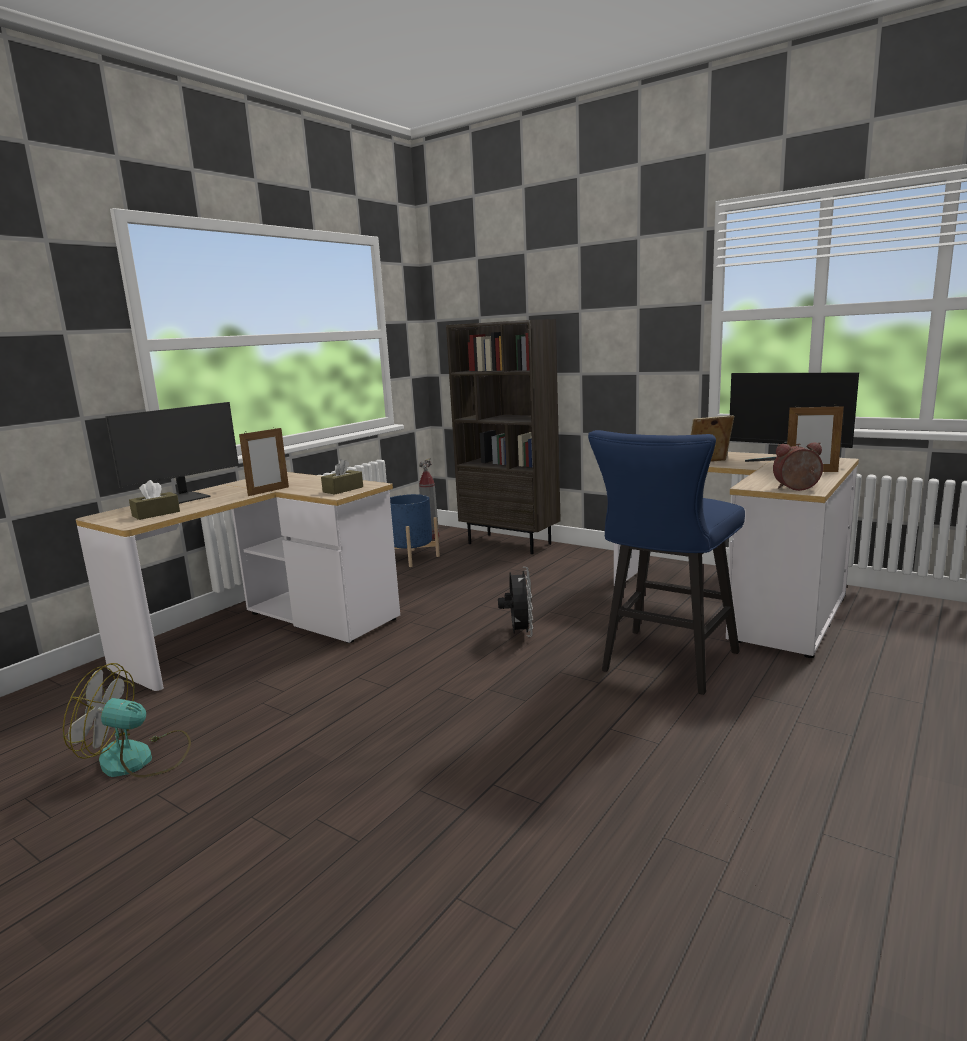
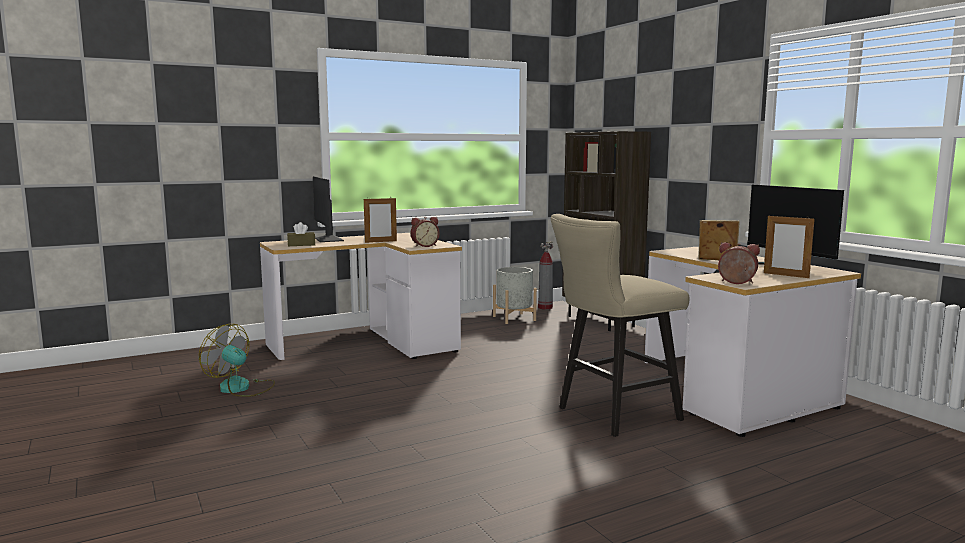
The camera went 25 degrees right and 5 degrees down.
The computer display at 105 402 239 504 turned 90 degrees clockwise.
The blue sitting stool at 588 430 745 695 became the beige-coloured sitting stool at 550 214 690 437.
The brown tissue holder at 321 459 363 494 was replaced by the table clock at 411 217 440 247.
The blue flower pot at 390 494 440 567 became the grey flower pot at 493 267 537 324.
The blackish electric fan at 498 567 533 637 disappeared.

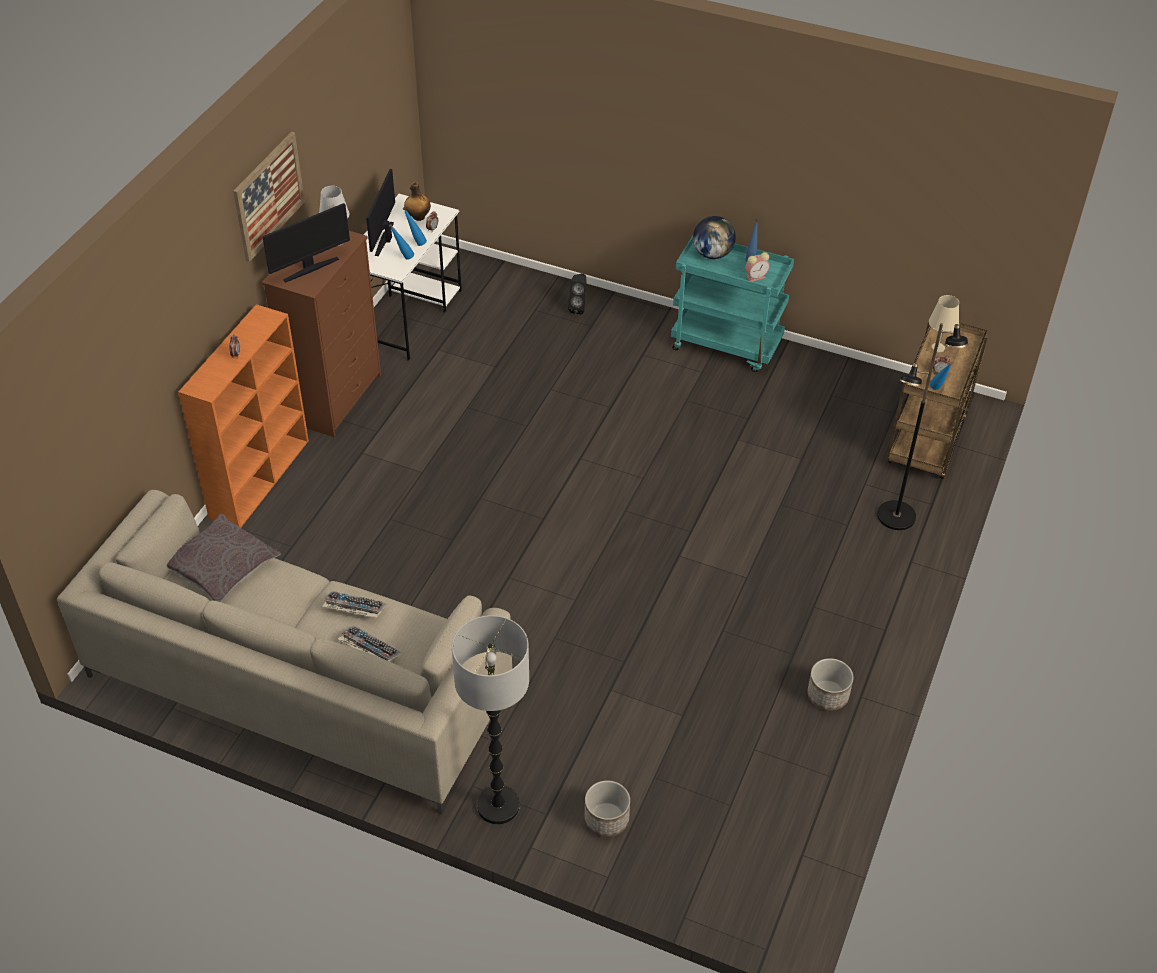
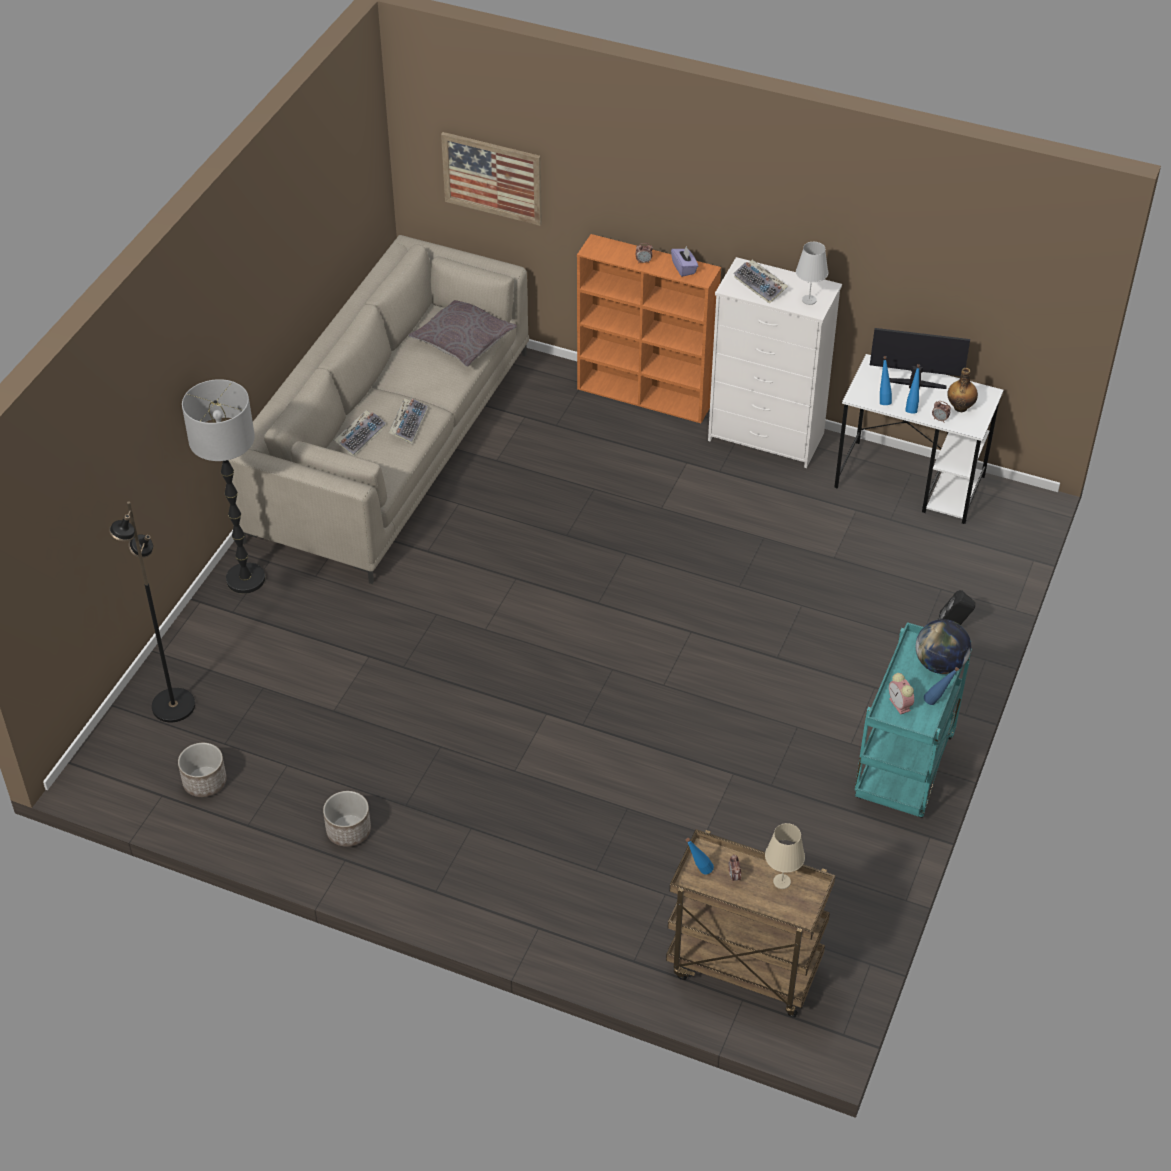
The camera went 90 degrees right and 0 degrees up.
The picture moved from 233 132 305 262 to 441 132 542 226.
The computer display at 263 203 350 282 was replaced by the computer keyboard at 733 260 788 304.
The brown drawer chest at 262 231 381 437 became the white drawer chest at 708 257 842 468.
The blackish standard lamp moved from 877 323 968 530 to 109 501 195 722.
The flower pot moved from 585 780 630 837 to 178 743 227 797.
The purple-coloured tissue holder at 671 246 698 277 appeared.

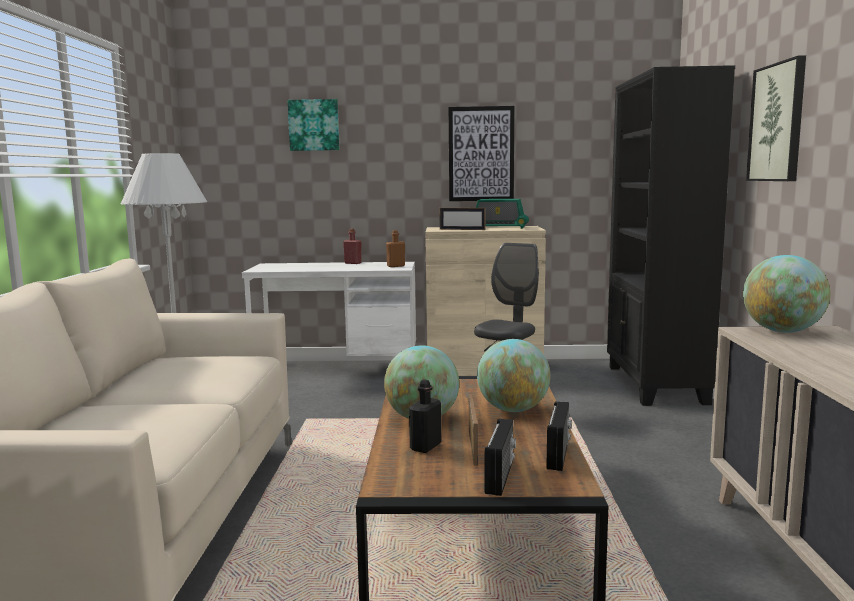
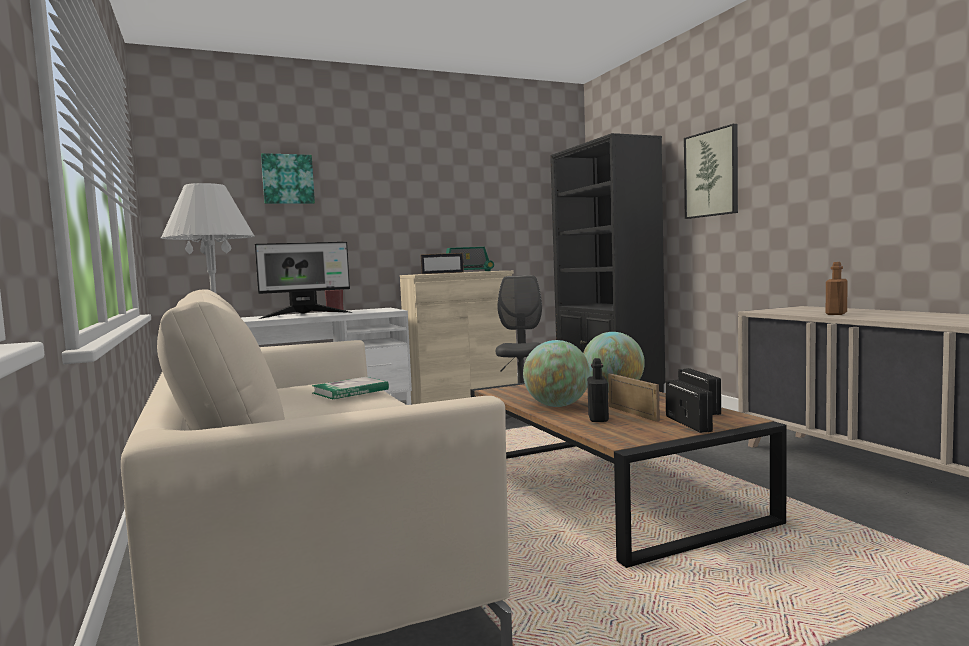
The camera went 25 degrees left and 5 degrees down.
The picture at 448 106 514 201 disappeared.
The brown drink bottle moved from 386 230 405 267 to 826 262 848 315.
The desk globe at 743 255 830 333 disappeared.
The computer display at 255 242 353 319 appeared.
The bound book at 312 377 389 400 appeared.

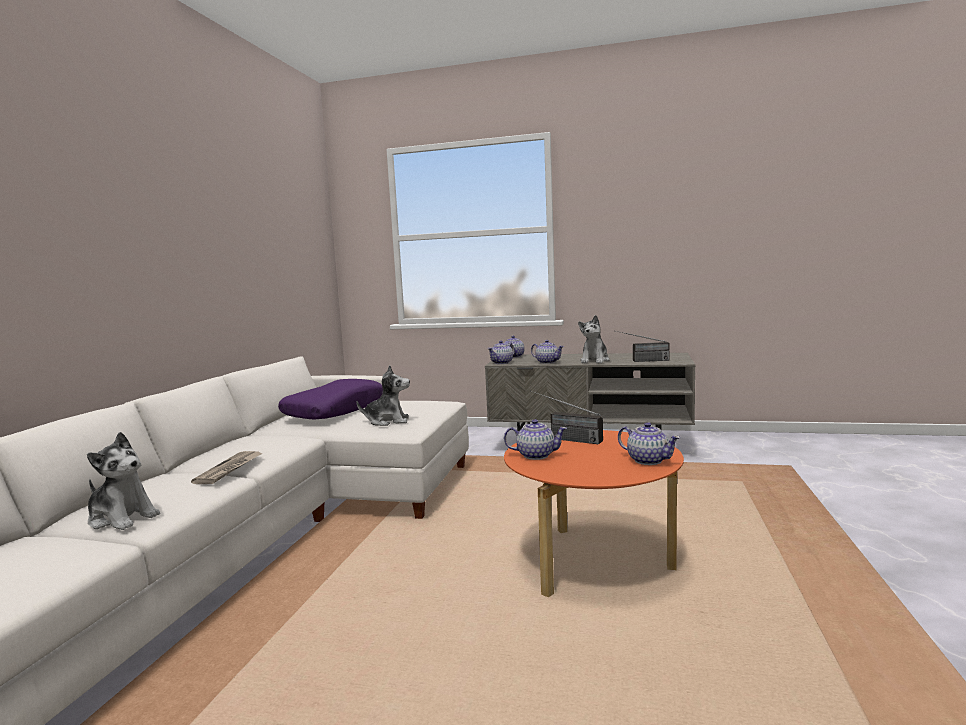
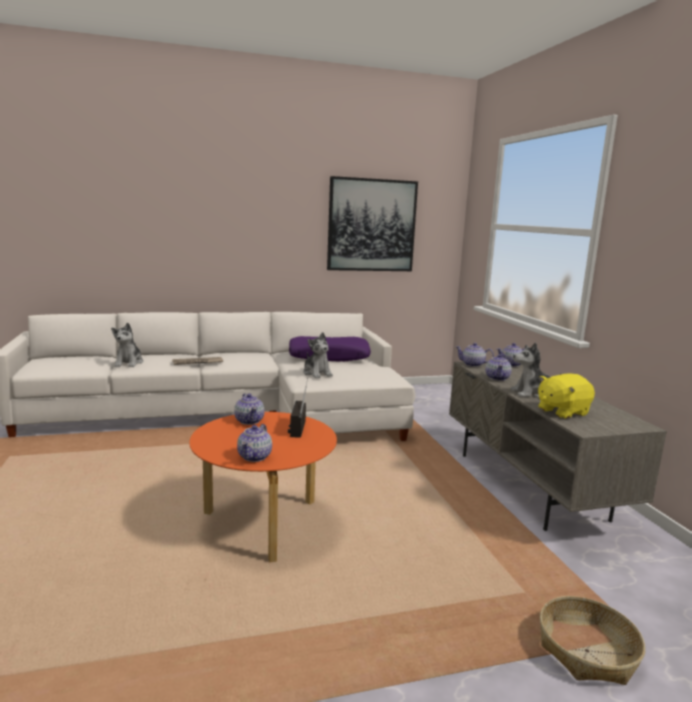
The camera went 60 degrees right and 5 degrees up.
The radio receiver at 616 331 670 362 was replaced by the yellowish plush toy at 538 373 595 419.
The picture at 327 176 418 271 appeared.
The basket at 540 596 645 685 appeared.

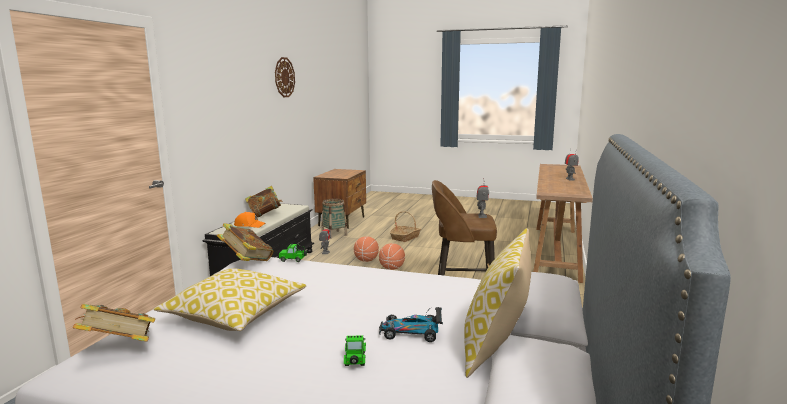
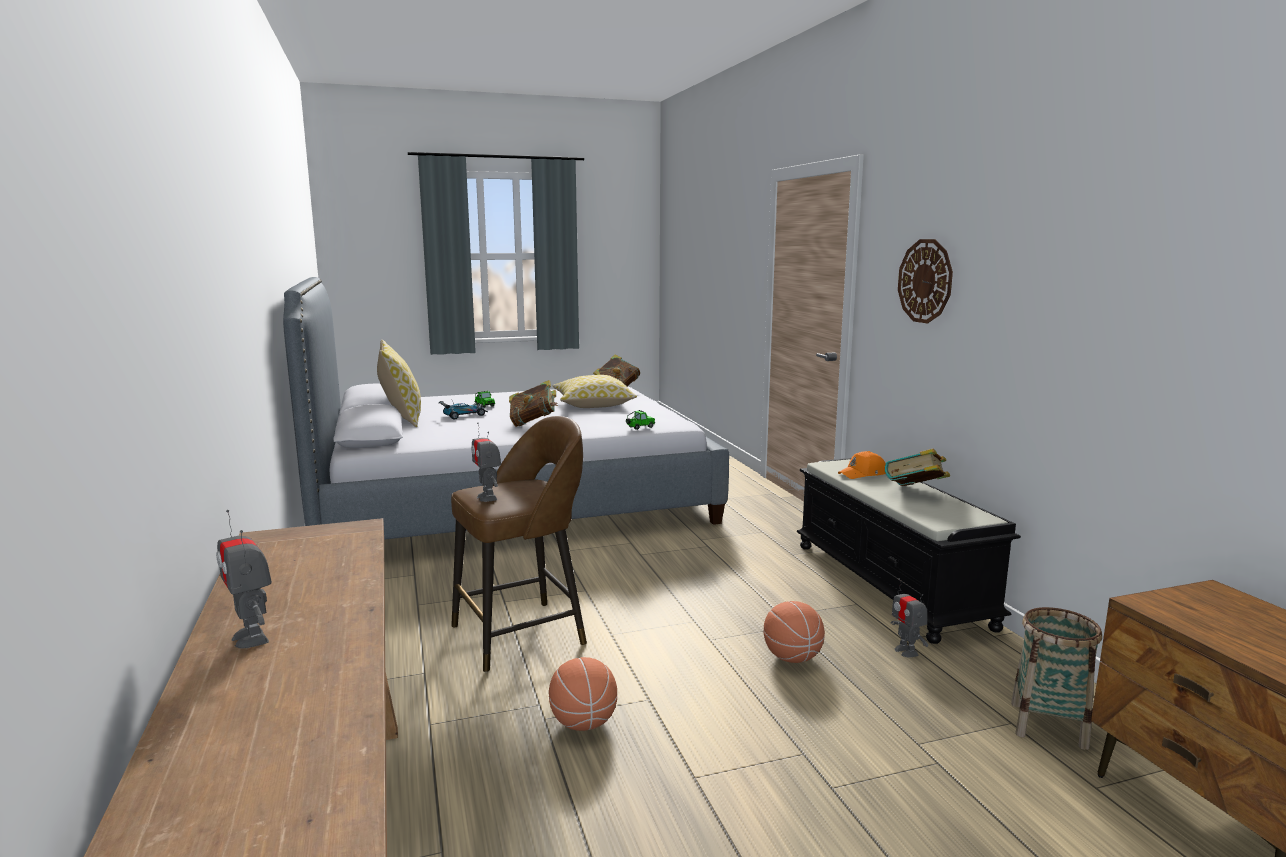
The camera went 145 degrees right and 0 degrees up.
The clock on the wall moved from 275 57 295 97 to 898 239 953 323.
The basket at 389 211 421 242 disappeared.
The bound book moved from 217 223 273 261 to 509 380 558 427.
The basketball ball moved from 379 243 405 270 to 549 657 617 731.

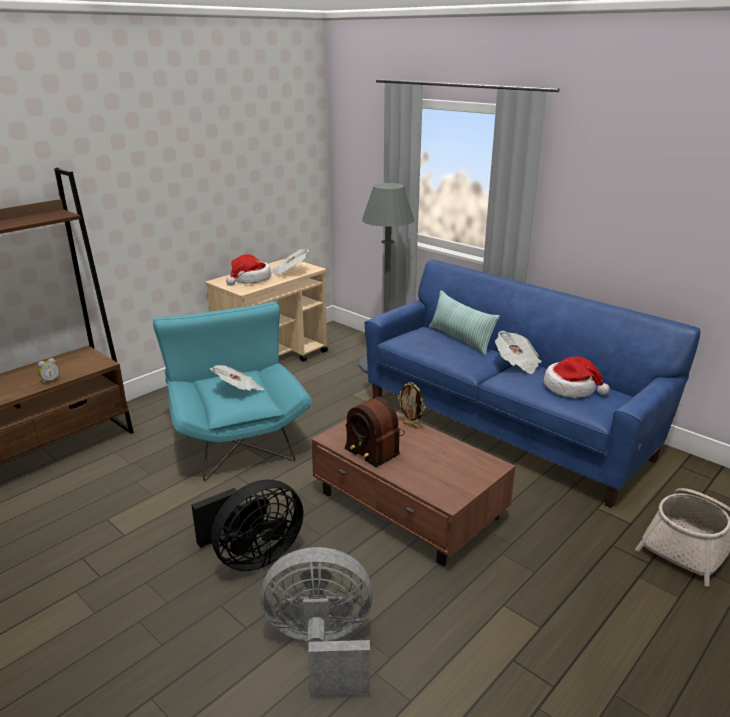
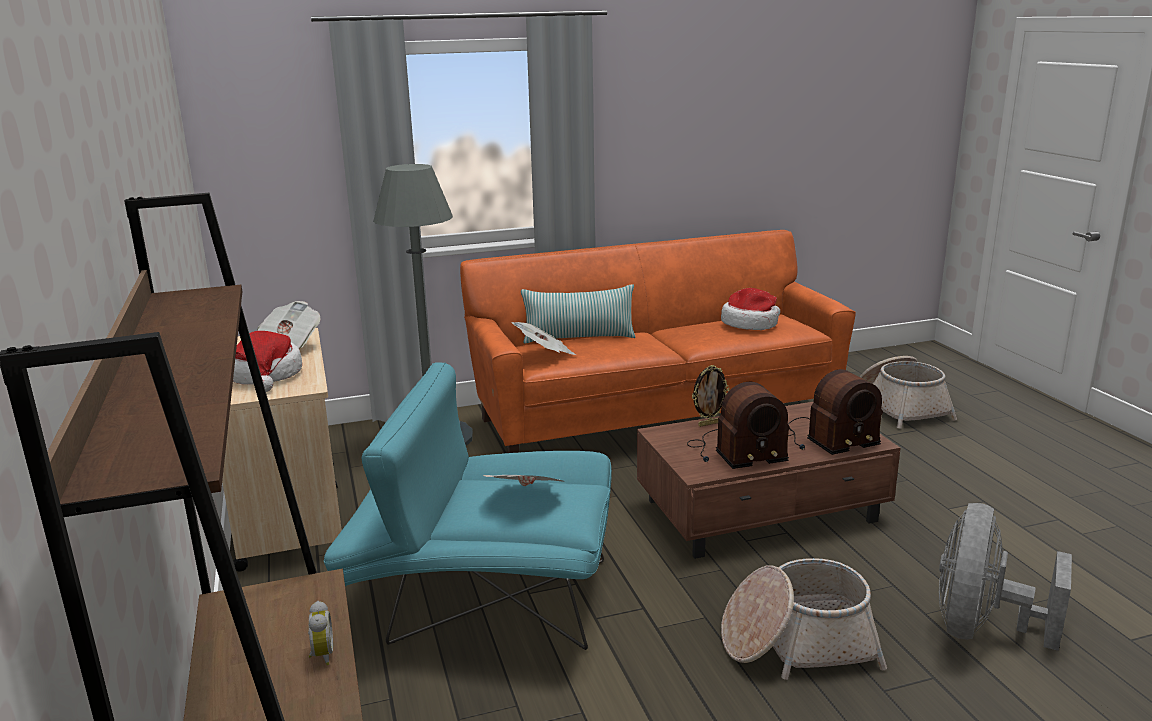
The camera went 60 degrees left and 5 degrees down.
The blue settee at 365 260 701 508 became the orange-coloured settee at 460 230 856 453.
The daily paper moved from 495 331 542 374 to 511 322 577 355.
The blackish electric fan at 191 480 303 571 was replaced by the basket at 721 558 887 680.
The radio receiver at 788 369 883 455 appeared.

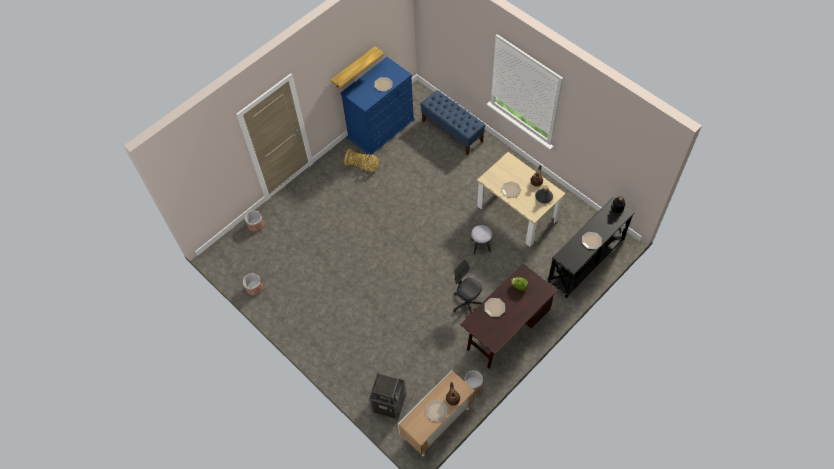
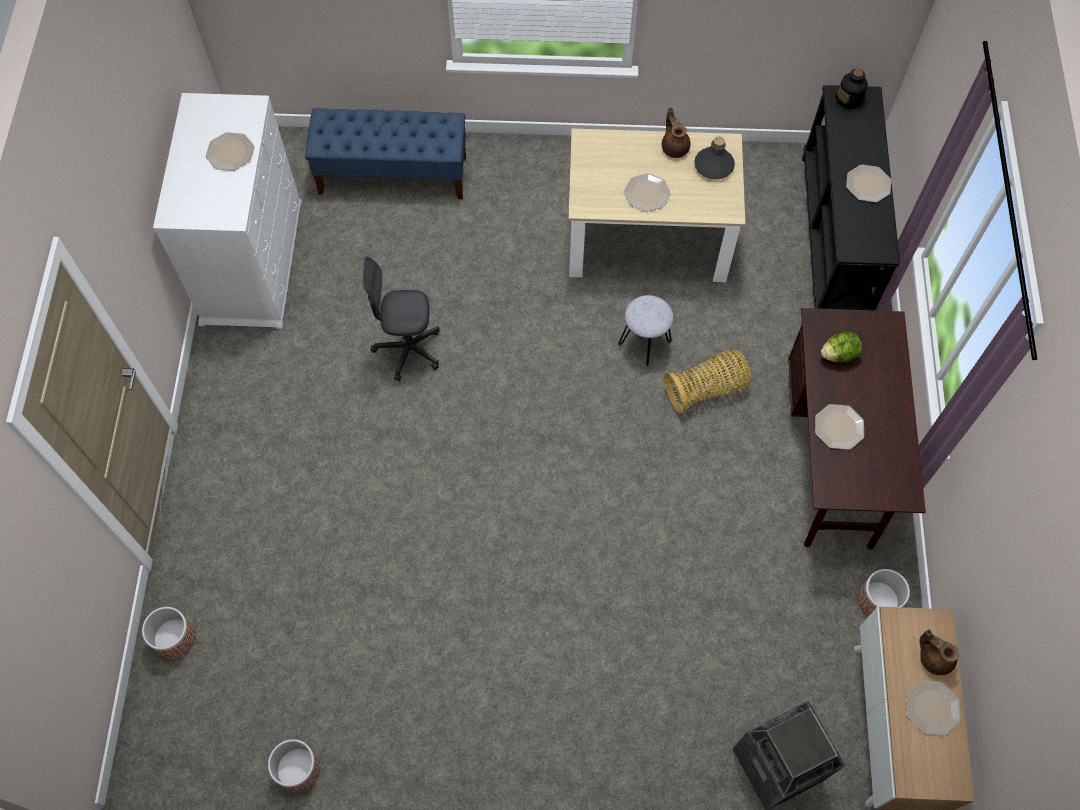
The camera went 45 degrees left and 5 degrees up.
The bracket shelf at 331 46 384 88 disappeared.
The blue drawer chest at 341 57 415 155 became the white drawer chest at 153 93 302 329.
The basket moved from 344 149 379 172 to 664 350 751 413.
The grey desk chair moved from 453 260 483 314 to 362 257 440 381.

